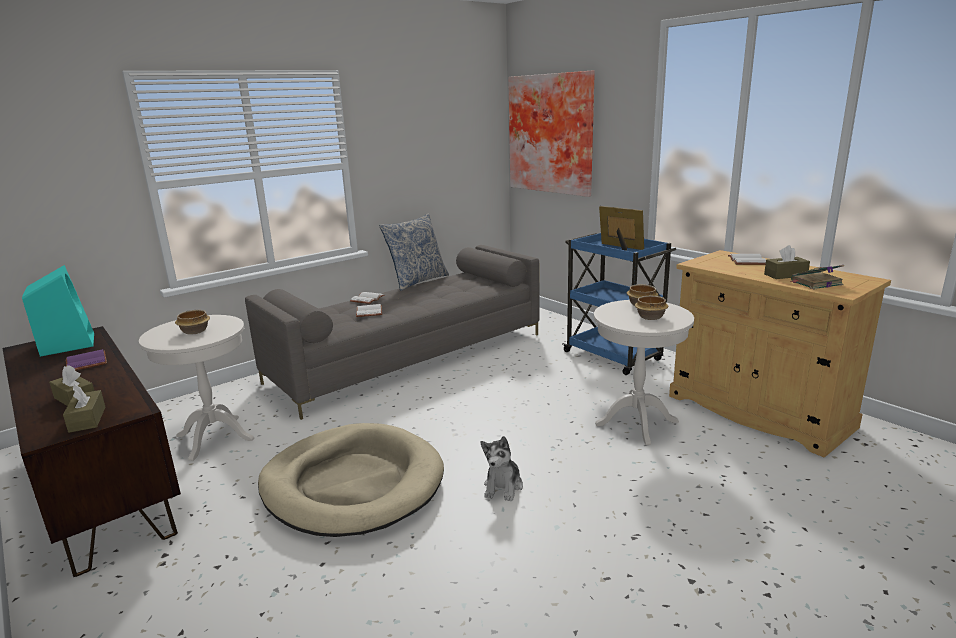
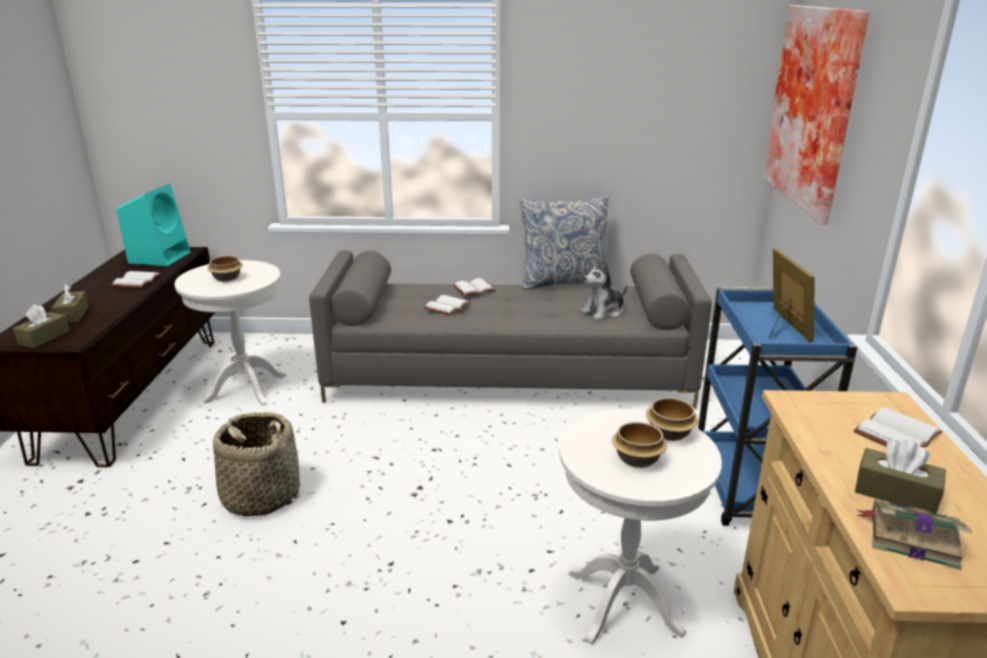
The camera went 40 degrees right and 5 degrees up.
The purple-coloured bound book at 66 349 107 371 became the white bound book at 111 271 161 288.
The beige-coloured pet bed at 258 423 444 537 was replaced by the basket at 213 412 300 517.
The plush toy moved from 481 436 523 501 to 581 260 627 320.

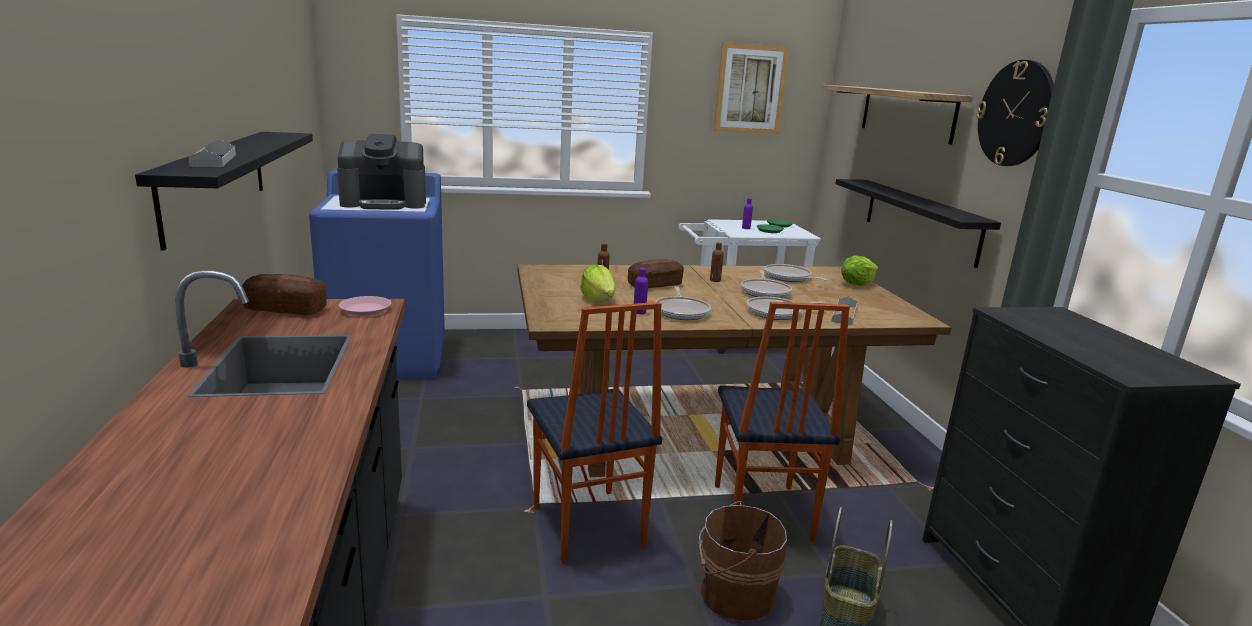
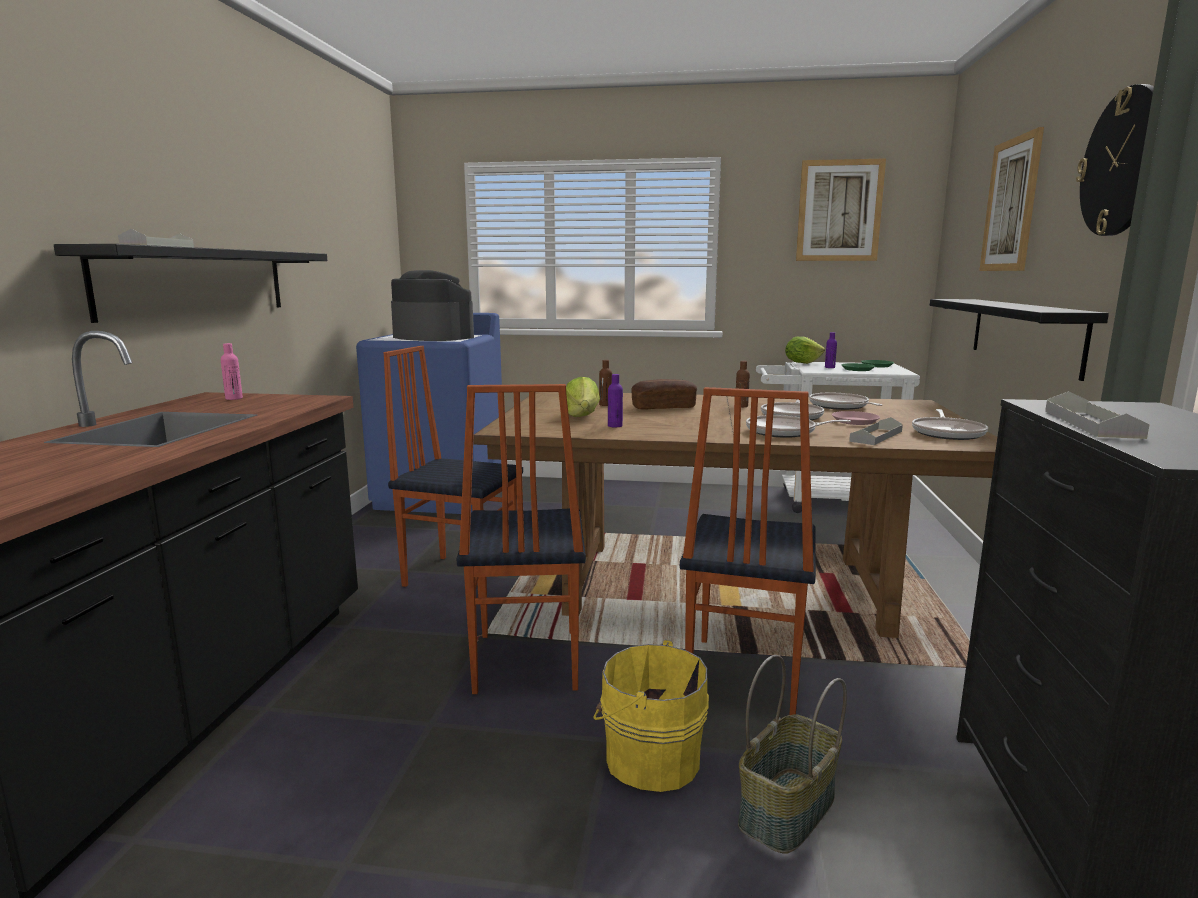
The camera went 20 degrees right and 5 degrees down.
The bracket shelf at 822 85 973 145 was replaced by the picture at 979 127 1044 271.
The coffee brewer at 337 134 426 210 turned 150 degrees counterclockwise.
The lettuce head moved from 841 256 878 286 to 785 336 825 364.
The baked bread at 242 274 327 315 was replaced by the pink-coloured drink bottle at 221 343 243 400.
The pan moved from 655 286 711 320 to 912 409 988 440.
The pink-coloured dinner plate moved from 339 296 391 316 to 832 411 880 425.
The brown water bucket at 698 501 787 620 became the yellowish water bucket at 593 640 709 792.
The upright chair at 384 346 523 598 appeared.
The grey serving tray at 1045 391 1150 439 appeared.

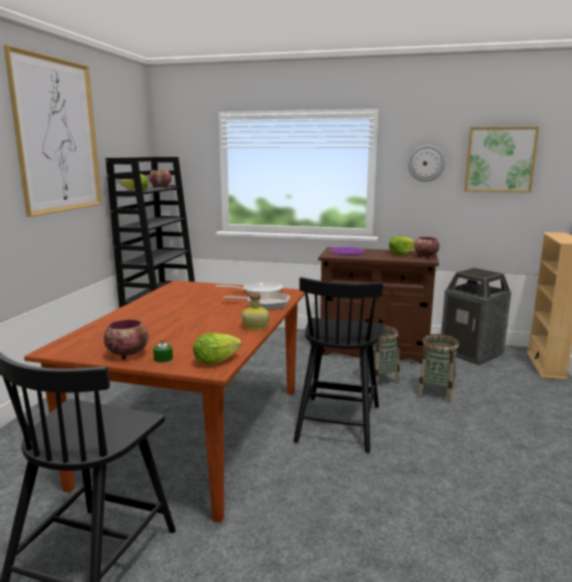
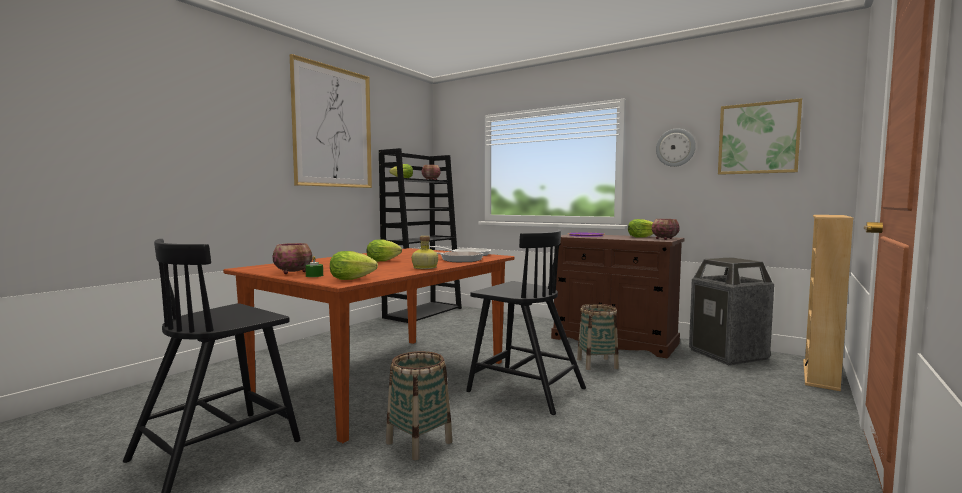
The camera went 20 degrees right and 10 degrees down.
The blackish upright chair at 294 277 385 453 turned 90 degrees counterclockwise.
The basket moved from 418 334 459 402 to 386 351 452 460.
The lettuce head at 367 240 402 262 appeared.

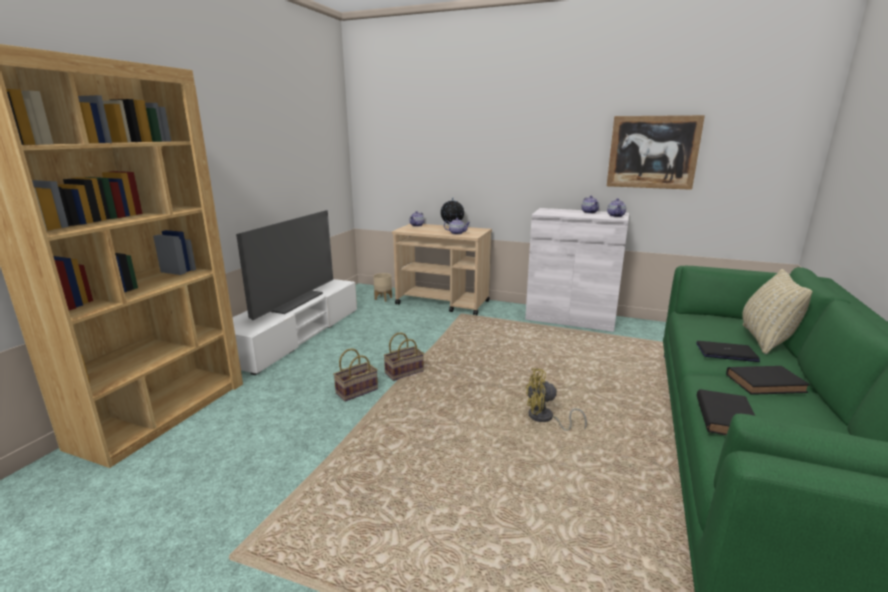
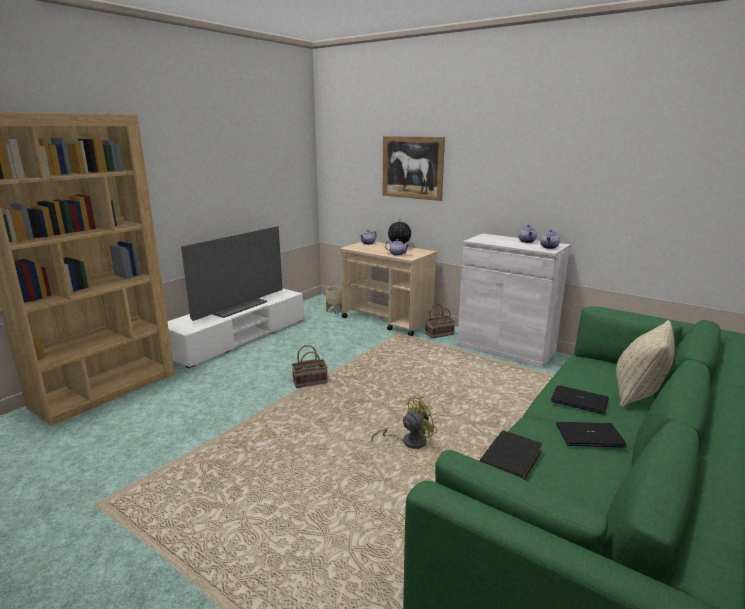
The camera went 15 degrees right and 0 degrees up.
The picture moved from 607 115 705 190 to 383 136 445 201.
The basket moved from 333 348 378 402 to 425 304 455 339.
The blackish bound book at 726 366 810 395 was replaced by the notebook computer at 556 422 627 448.
The yellowish electric fan at 526 368 587 431 turned 135 degrees clockwise.

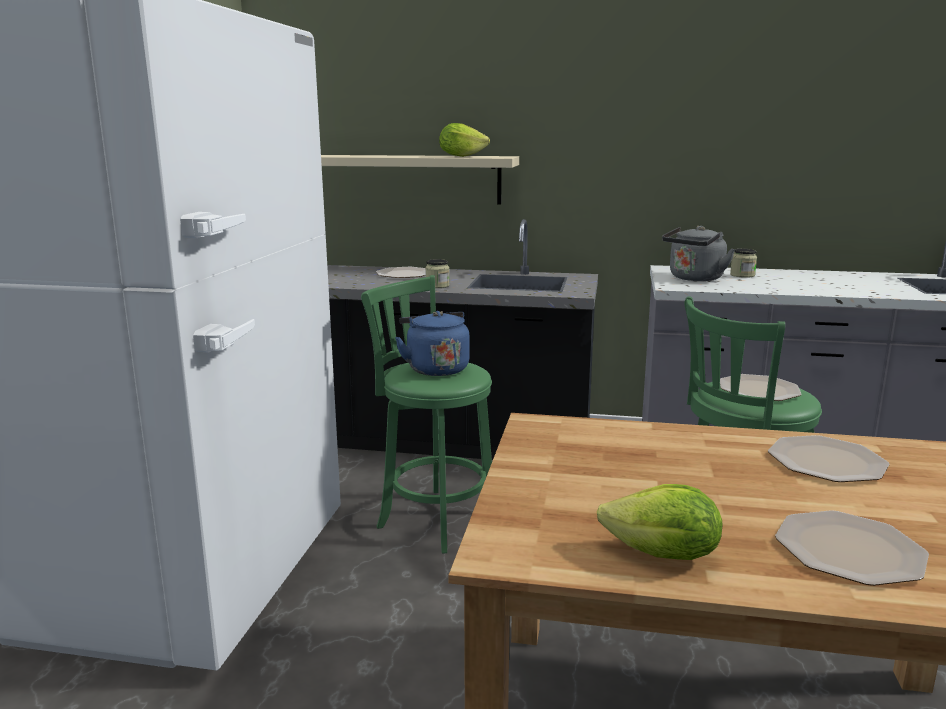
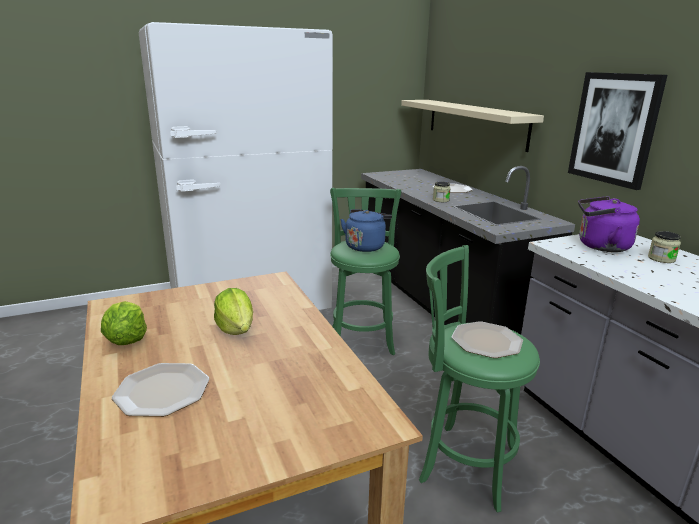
The camera went 55 degrees right and 5 degrees up.
The lettuce head moved from 439 123 490 157 to 214 288 253 335.
The grey tea kettle at 662 226 735 281 became the purple-coloured tea kettle at 578 196 640 252.
The dinner plate at 768 435 890 482 disappeared.
The picture at 568 72 667 190 appeared.

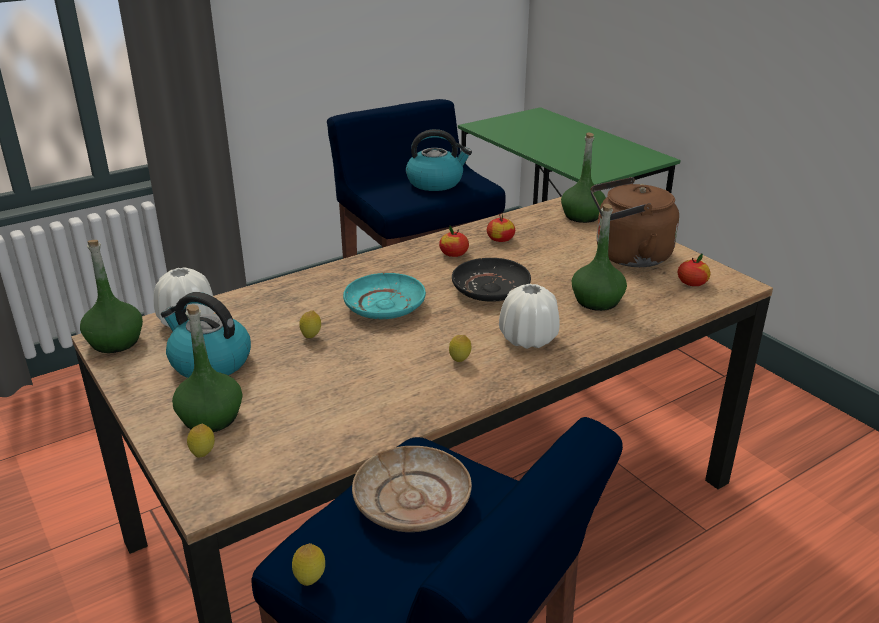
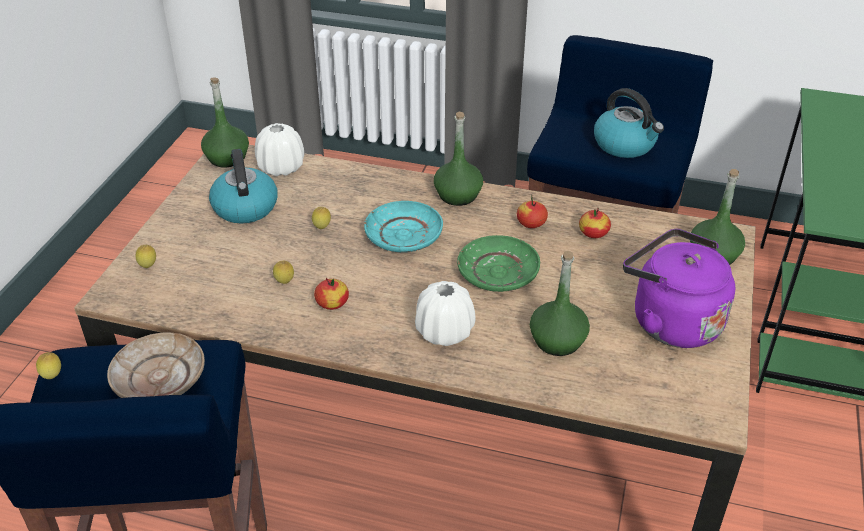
The camera went 50 degrees right and 10 degrees up.
The brown tea kettle at 590 177 679 267 became the purple-coloured tea kettle at 623 229 735 348.
The apple fruit moved from 678 254 710 286 to 314 278 349 310.
The blackish dinner plate at 452 258 531 301 became the greenish dinner plate at 457 235 540 292.
The greenish drink bottle moved from 172 304 242 432 to 434 112 483 206.
The lemon moved from 449 335 471 362 to 273 260 294 284.

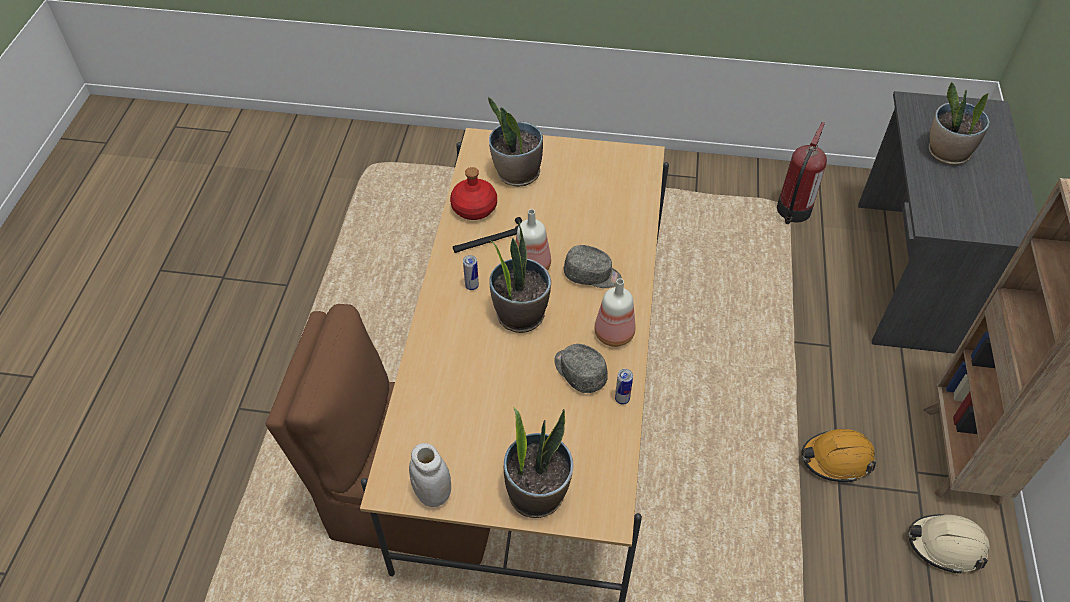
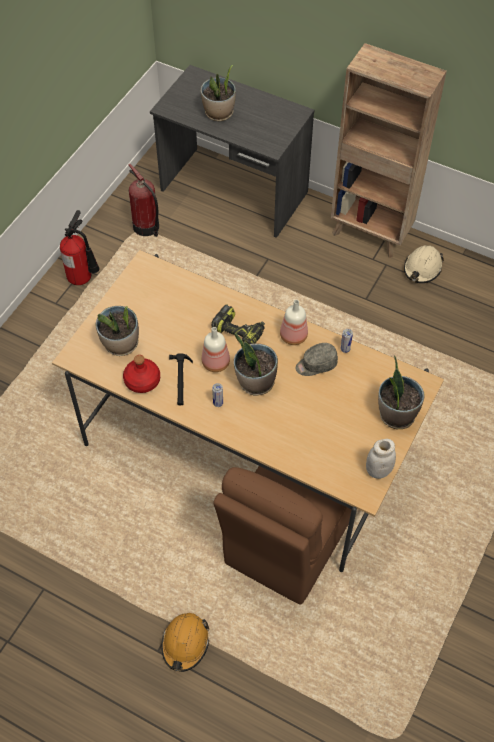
The camera went 70 degrees left and 5 degrees up.
The grey baseball cap at 564 245 622 288 was replaced by the power drill at 212 304 265 344.
The orange-coloured hard hat moved from 802 429 876 483 to 161 613 209 672.
The fire-fighting cylinder at 60 210 100 285 appeared.

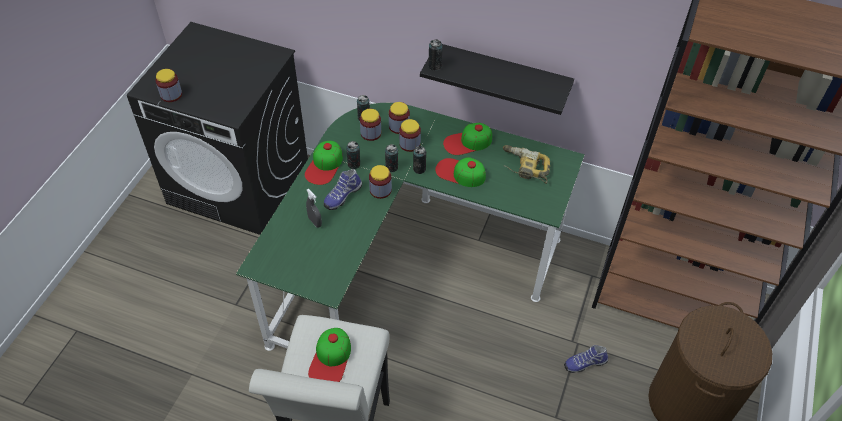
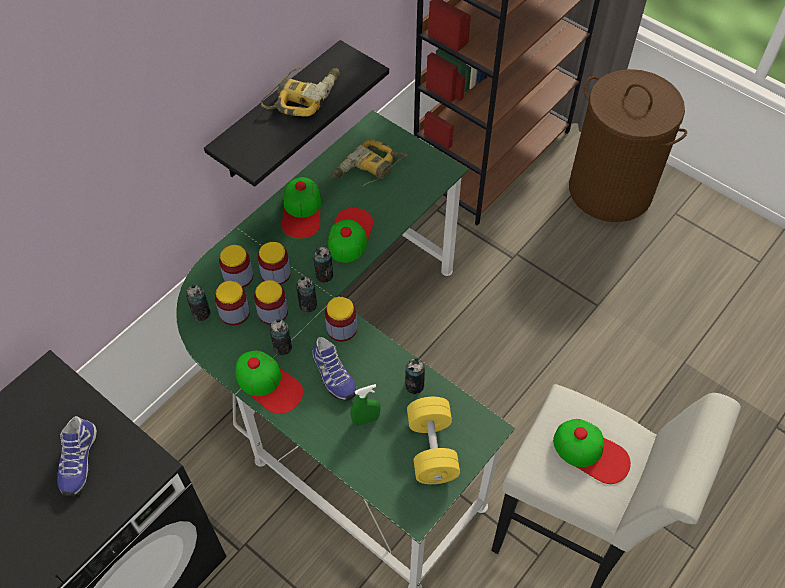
The camera went 70 degrees left and 5 degrees up.
The metal can moved from 428 39 443 71 to 405 358 425 394.
The storage jar moved from 156 69 182 102 to 254 280 288 325.
The baseball cap at 435 157 486 187 turned 150 degrees clockwise.
The grey hand sprayer at 306 189 322 228 became the greenish hand sprayer at 351 384 381 426.
The low shoe moved from 564 345 608 373 to 57 416 97 496.
The power drill at 261 66 340 117 appeared.
The yellowish hand weight at 407 397 460 484 appeared.

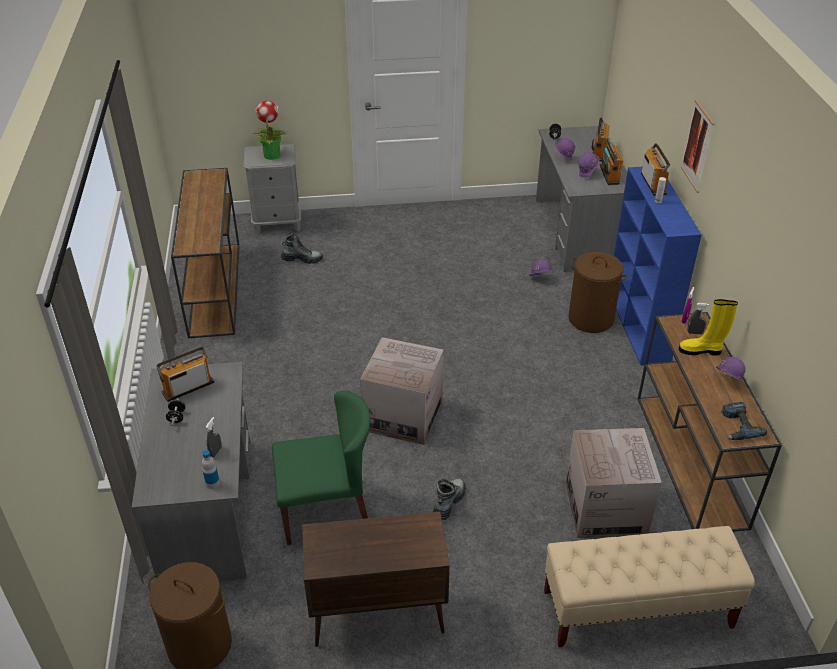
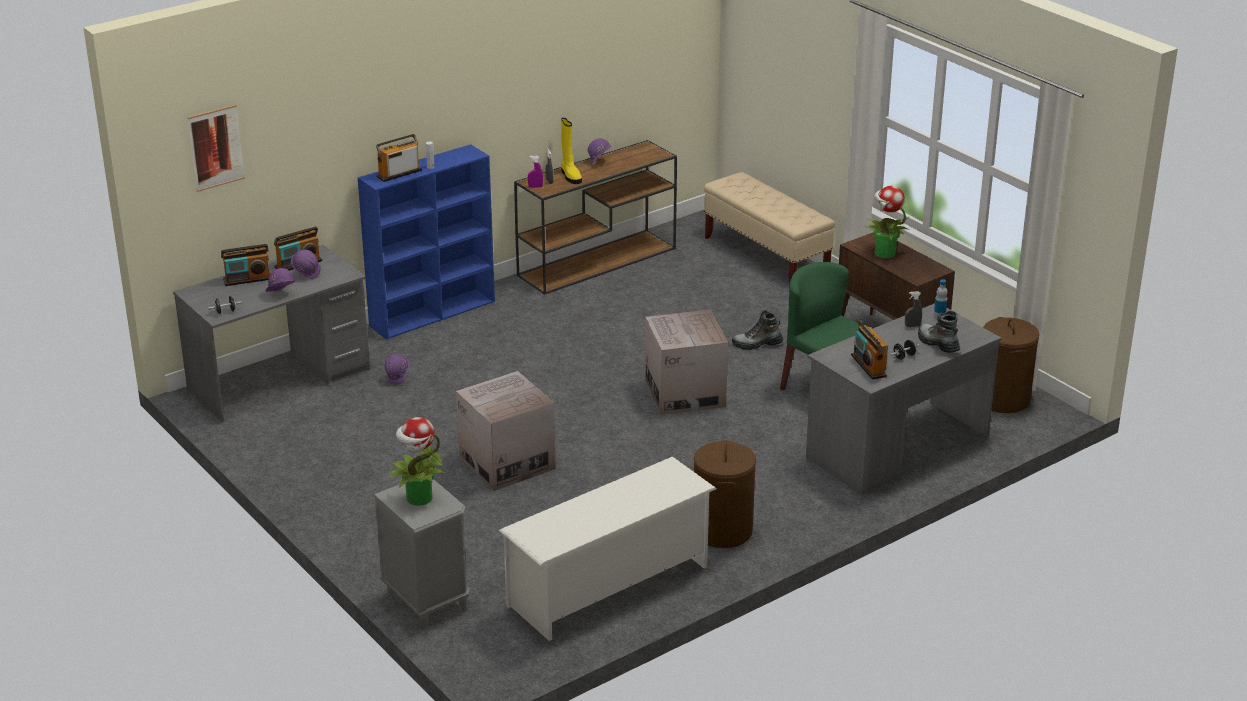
The camera went 120 degrees left and 10 degrees down.
The picture moved from 681 100 714 193 to 188 105 245 192.
The brown narrow table at 171 168 240 338 was replaced by the white shoe stand at 499 457 717 641.
The boot moved from 281 233 323 264 to 918 311 960 353.
The brown hamper moved from 568 252 627 333 to 694 440 756 548.
The radio receiver at 156 347 214 402 turned 45 degrees clockwise.
The power drill at 721 402 767 440 disappeared.
The packing box moved from 565 428 662 538 to 456 371 556 491.
The houseplant at 863 186 910 258 appeared.

